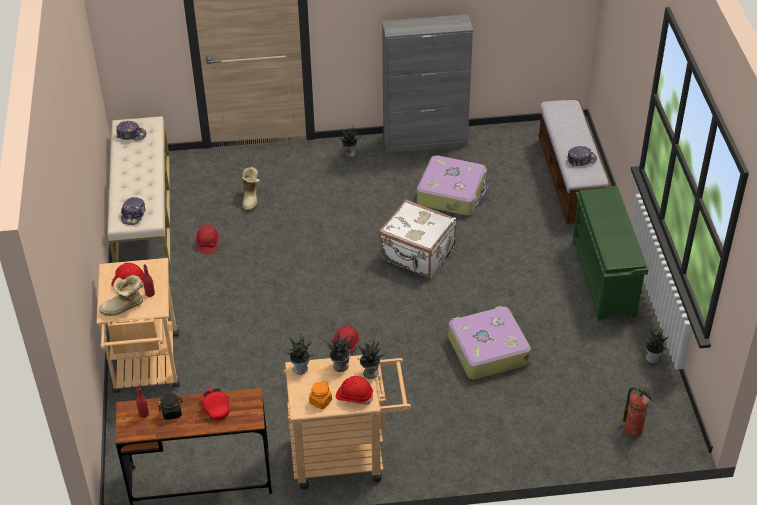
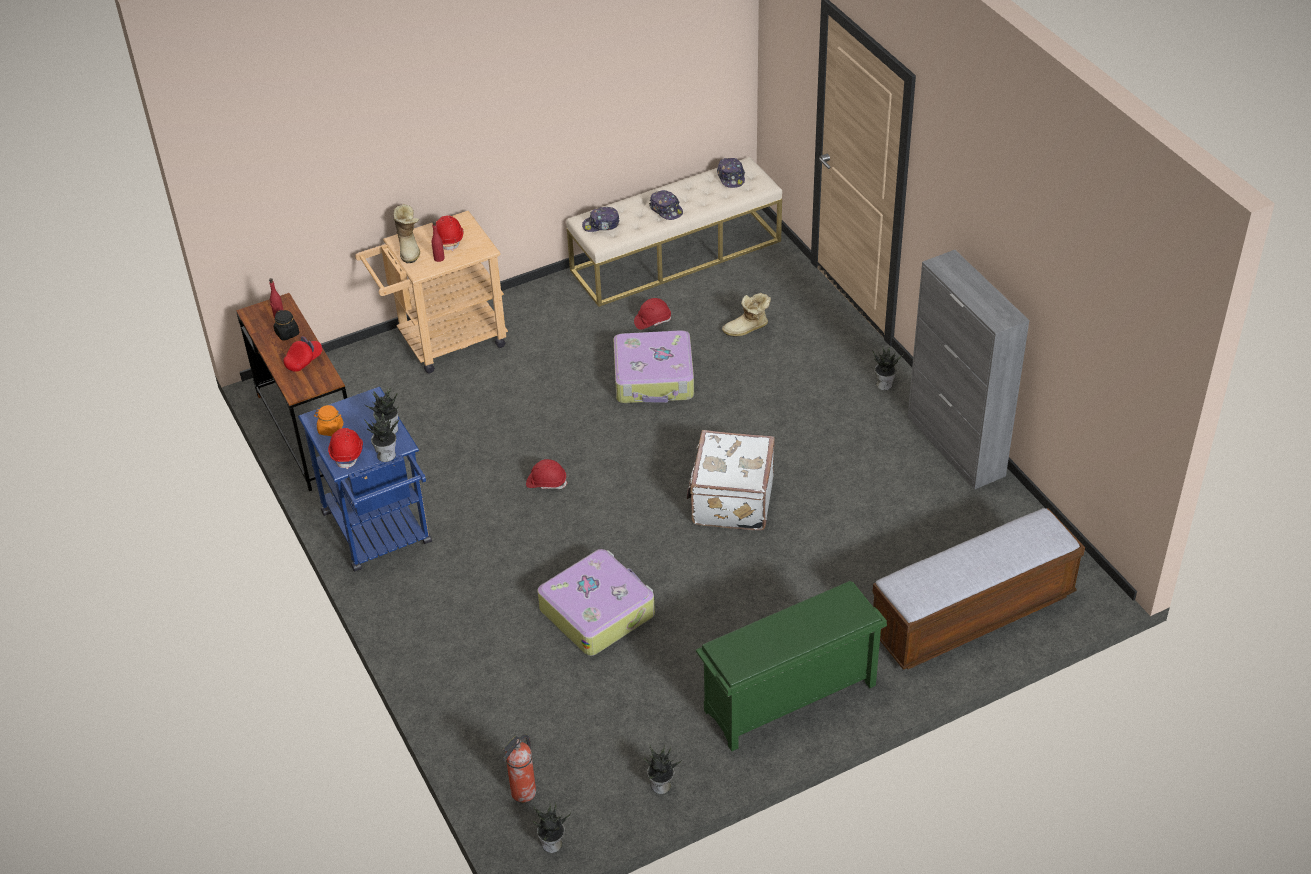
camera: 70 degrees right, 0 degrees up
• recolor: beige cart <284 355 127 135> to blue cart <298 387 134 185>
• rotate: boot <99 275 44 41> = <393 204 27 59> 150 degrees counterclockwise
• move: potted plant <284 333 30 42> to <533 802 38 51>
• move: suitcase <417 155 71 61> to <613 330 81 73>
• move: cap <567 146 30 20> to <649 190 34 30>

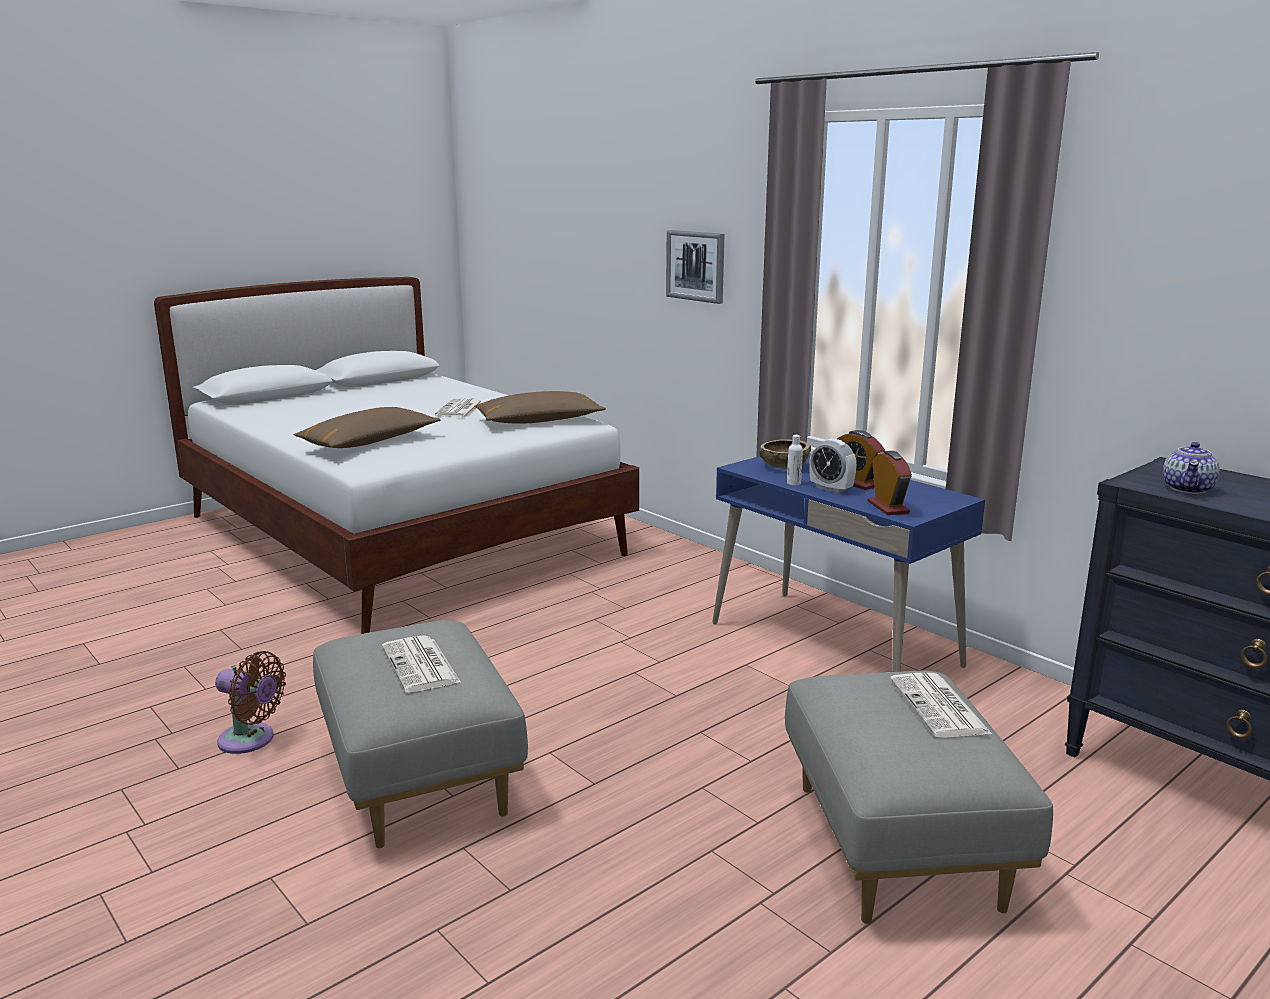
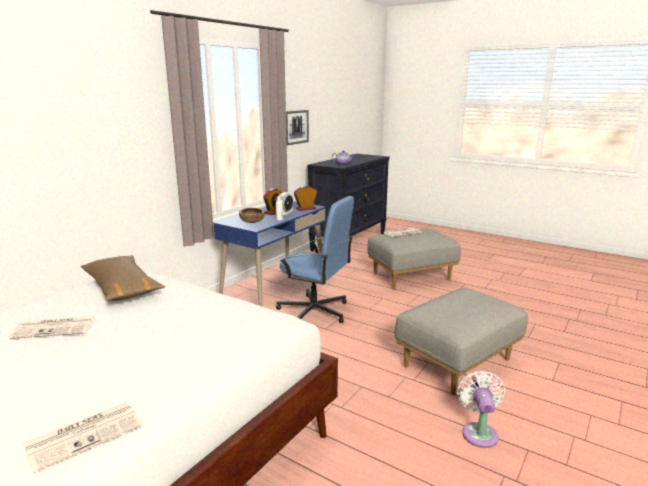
camera: 105 degrees left, 0 degrees up
• move: newspaper <382 635 79 57> to <23 402 120 71>
• insert: blue office chair <276 196 78 127>
• move: picture <666 230 58 74> to <286 110 23 35>
• recolor: brown fan <215 651 71 103> to white fan <457 370 49 78>
• delete: brown pillow <294 407 146 41>

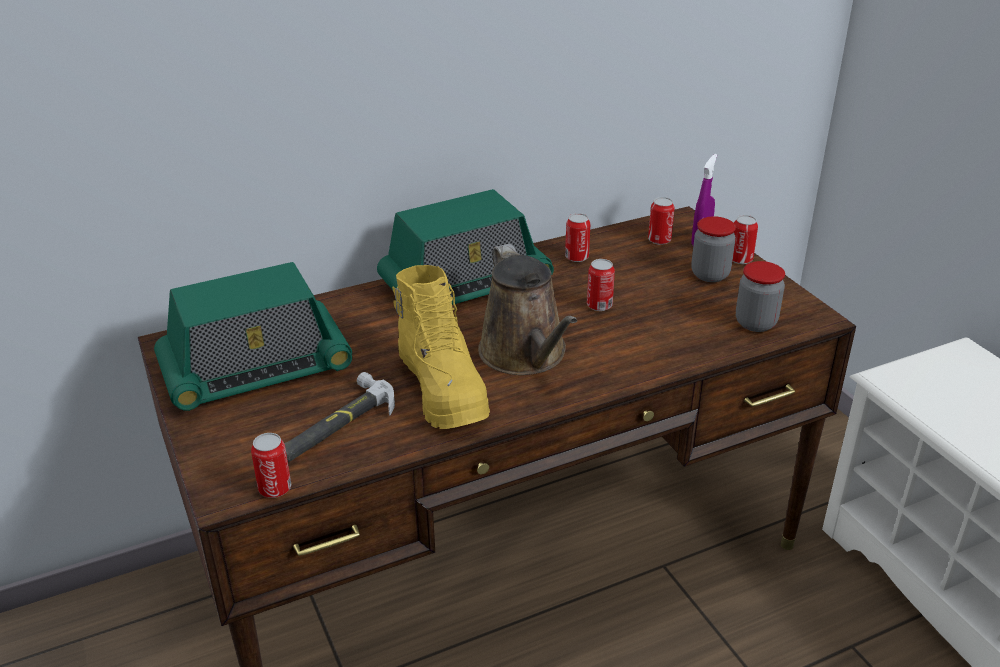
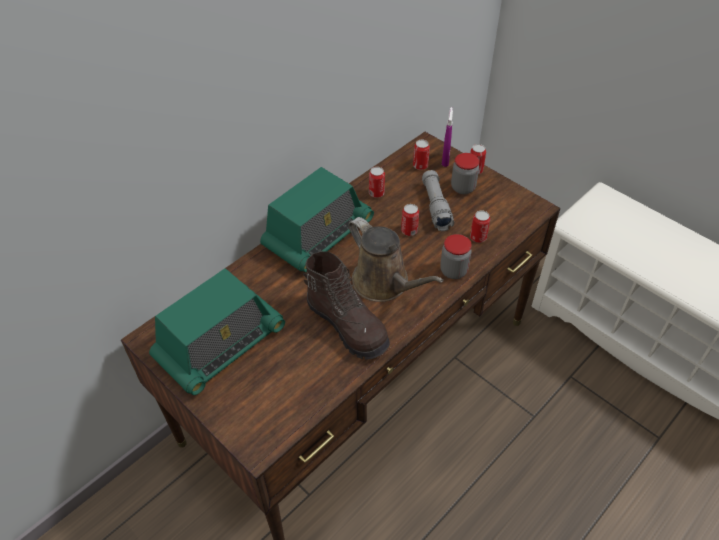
camera: 20 degrees left, 15 degrees up
• recolor: yellow boot <392 265 98 164> to brown boot <303 251 87 109>
• insert: grey flashlight <422 170 32 61>
• move: jar <736 261 49 71> to <440 234 32 45>
• move: can <251 433 40 65> to <470 210 20 33>
• delete: hammer <284 372 111 90>

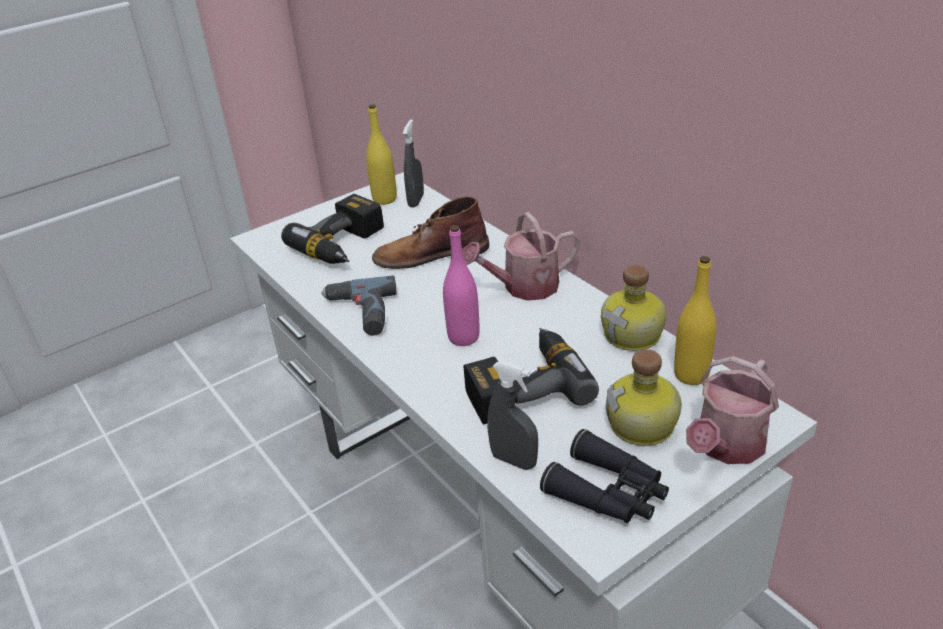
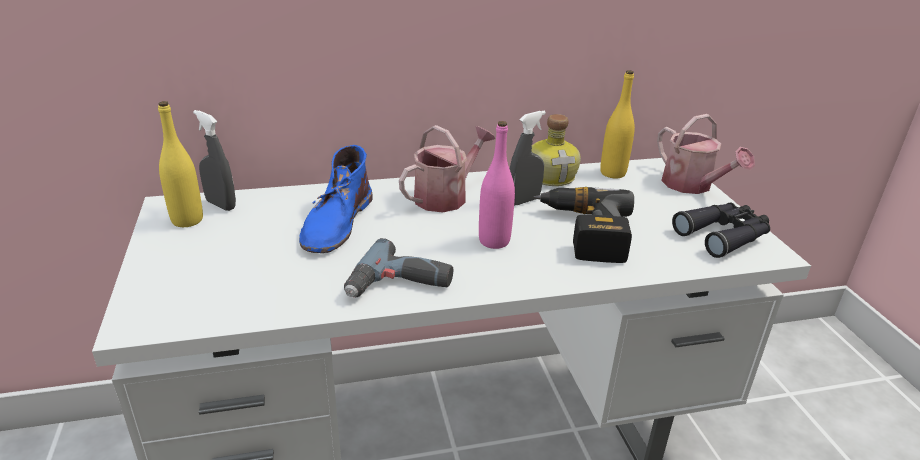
camera: 70 degrees left, 5 degrees down
• recolor: brown boot <372 196 117 73> to blue boot <299 145 74 108>
• rotate: watering can <462 212 118 89> = <399 125 96 87> 135 degrees counterclockwise
• move: grey spray bottle <487 361 51 109> to <510 111 36 94>
• delete: power drill <281 194 103 70>
• delete: bottle <606 349 76 97>

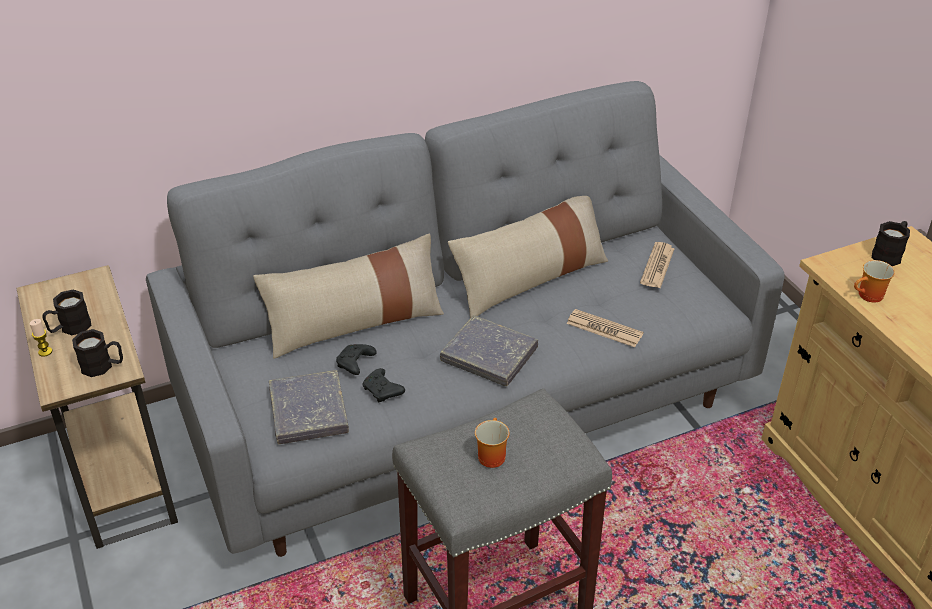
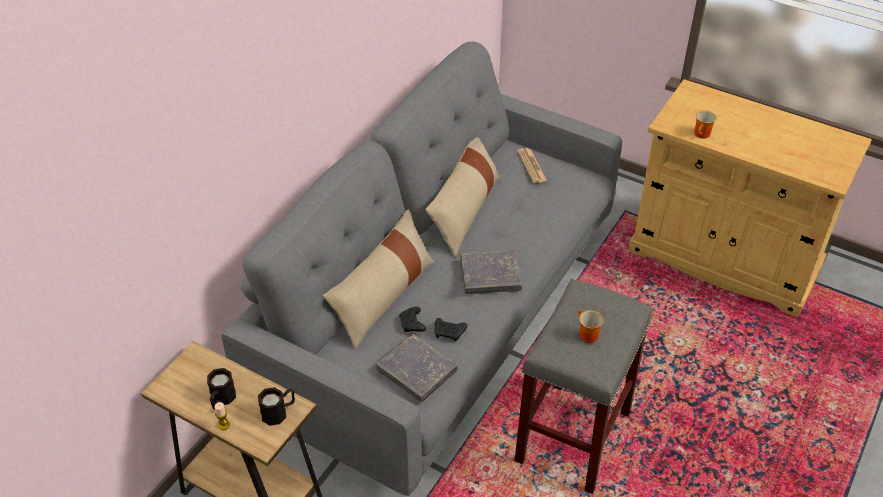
camera: 35 degrees left, 5 degrees up
• delete: newspaper <567 309 76 38>
• delete: black mug <872 221 38 45>

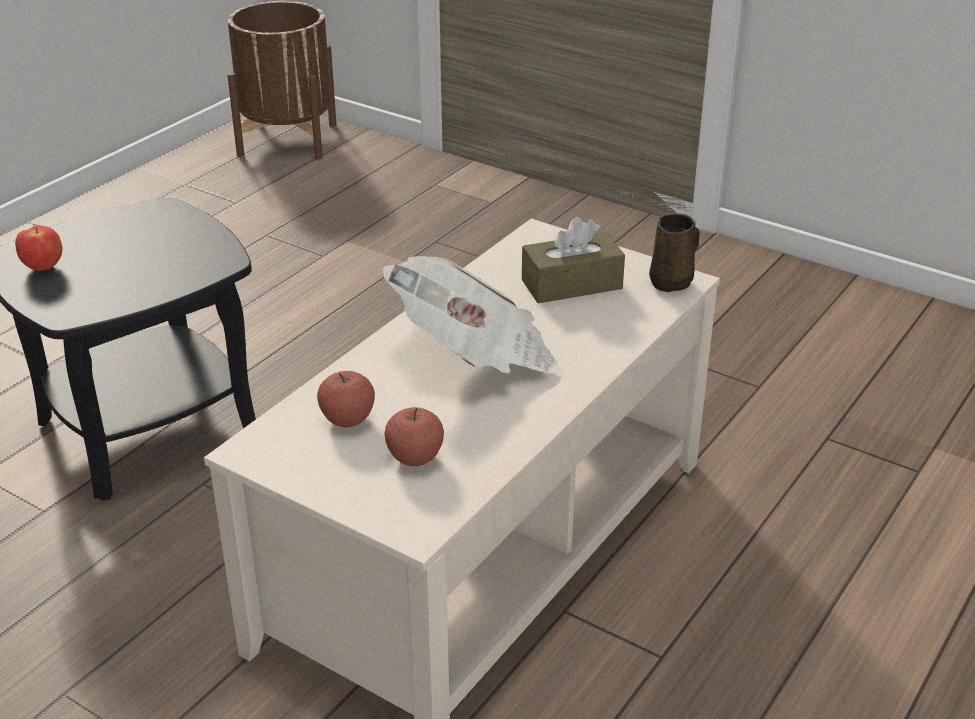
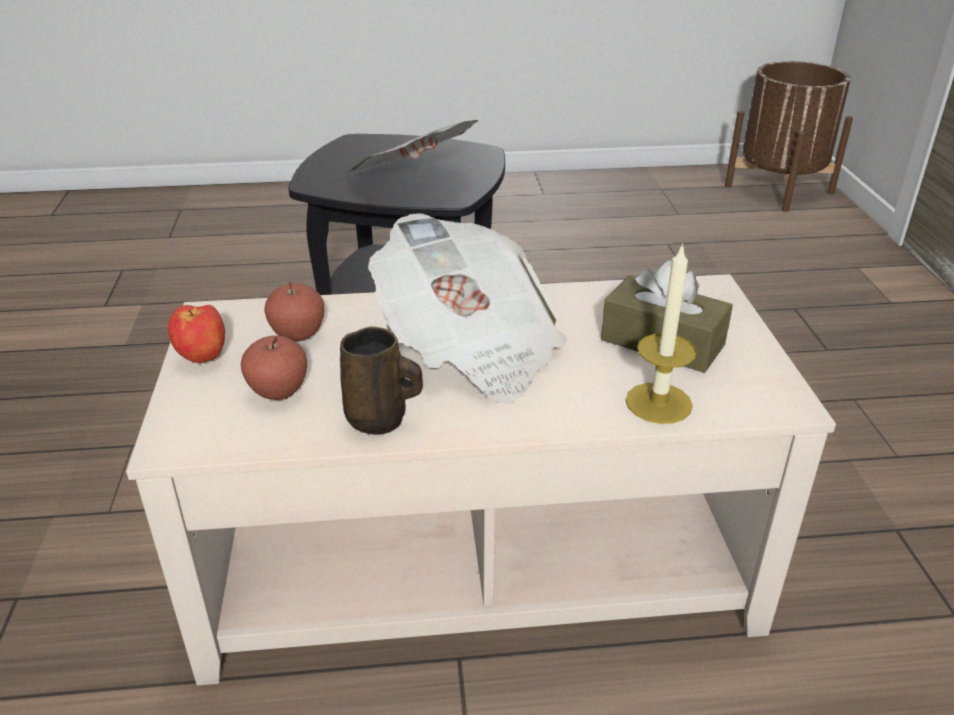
camera: 50 degrees right, 0 degrees up
• move: apple <15 225 47 46> to <168 305 57 58>
• move: brown mug <649 213 51 79> to <340 326 83 109>
• insert: newspaper <346 120 132 53>
• insert: candle <626 243 71 181>

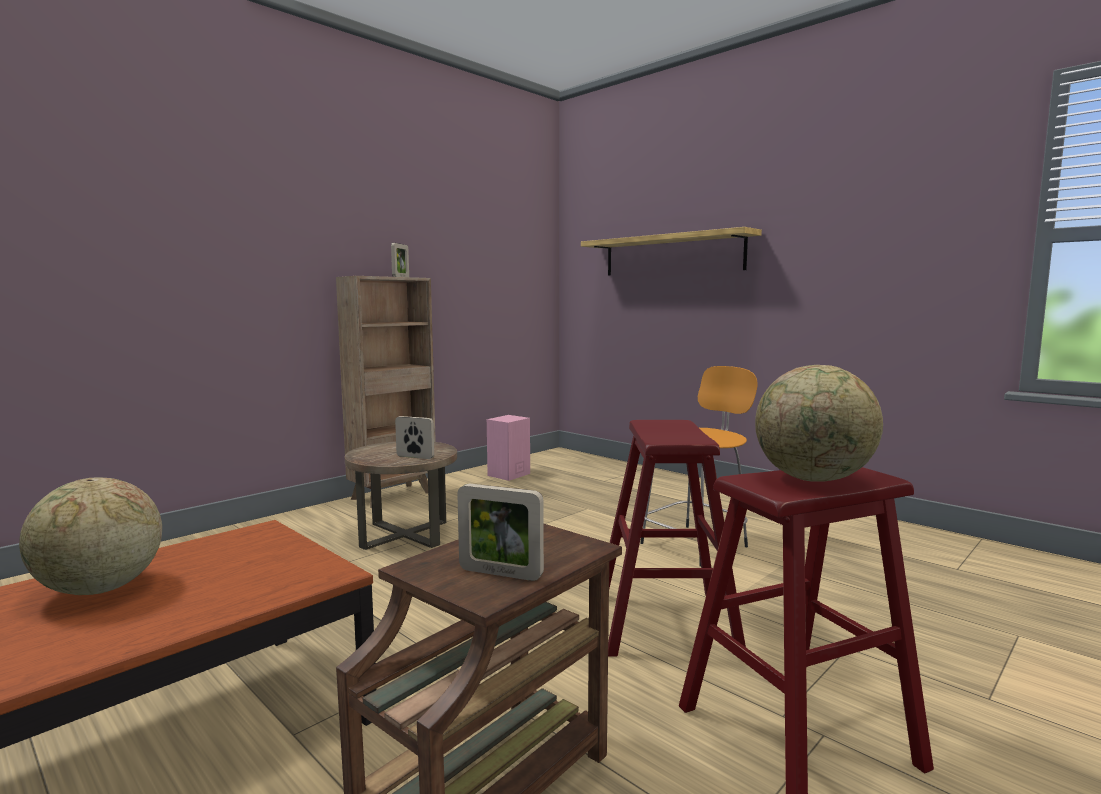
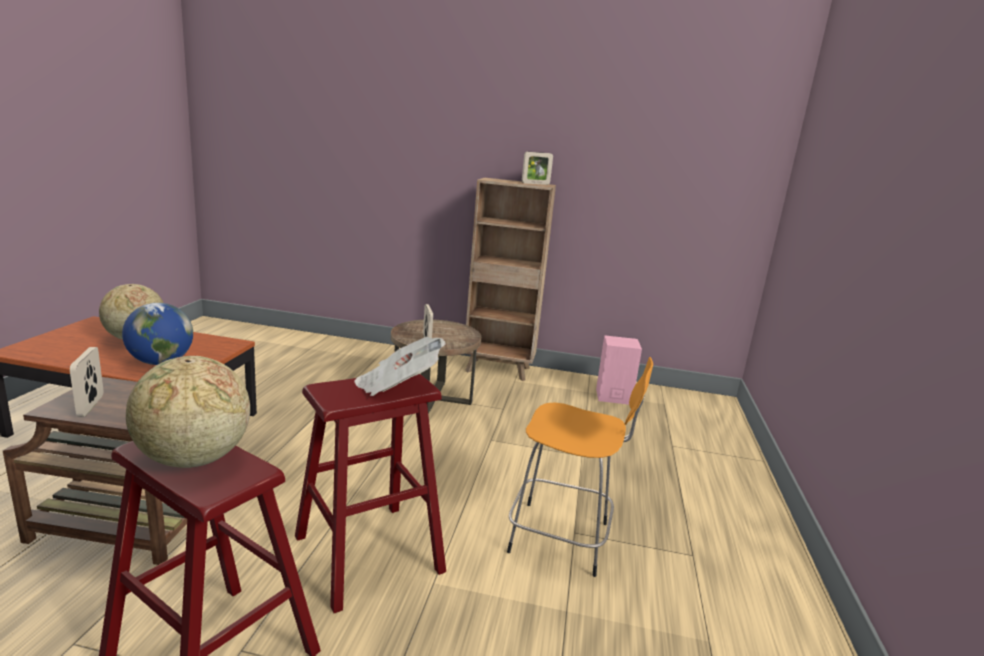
camera: 55 degrees right, 10 degrees up
• insert: globe <122 303 71 62>
• insert: newspaper <354 337 92 59>
• delete: shelf <581 227 181 48>

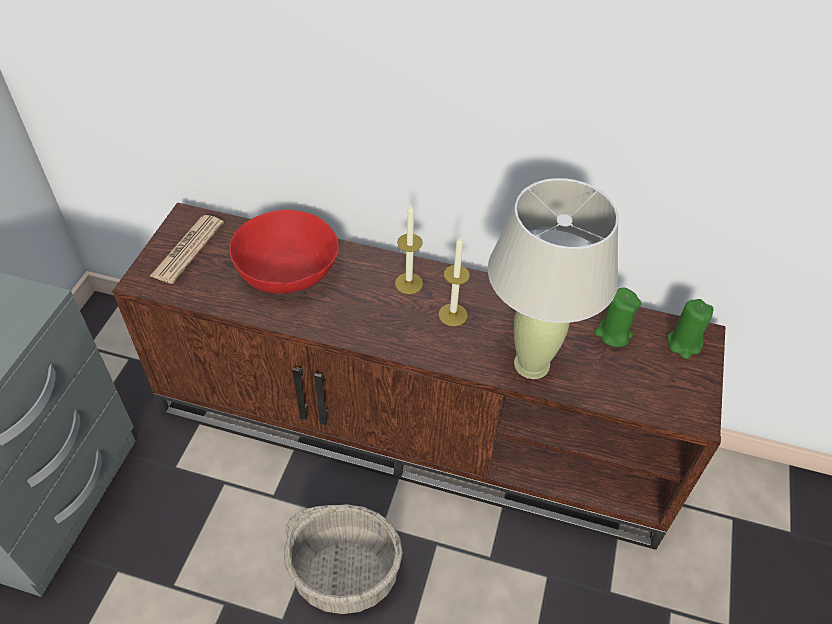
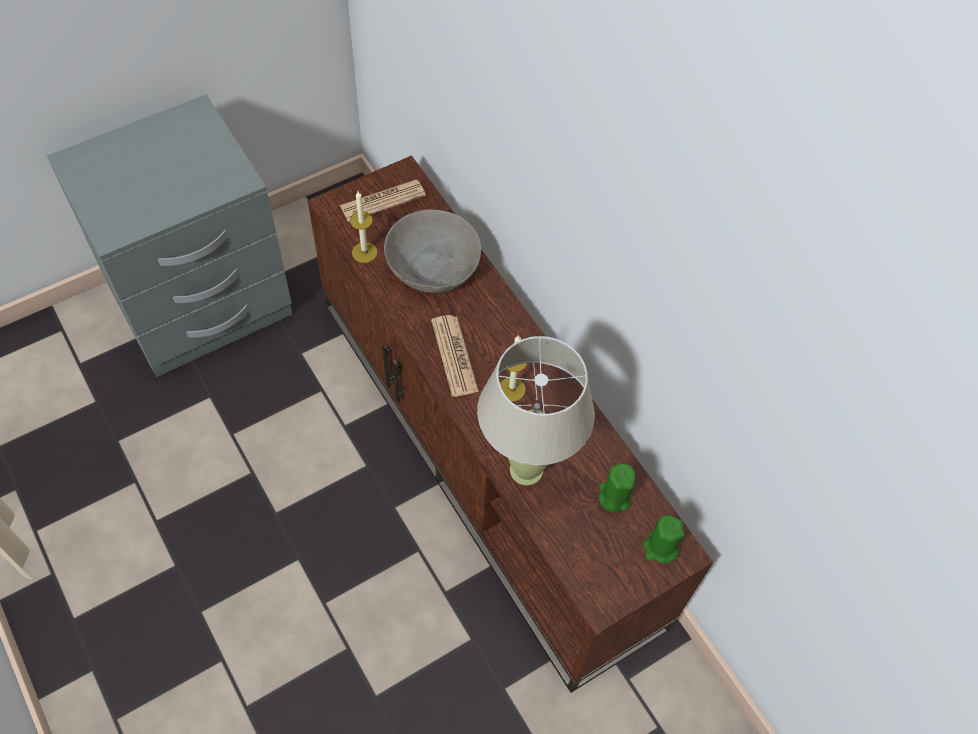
camera: 40 degrees right, 10 degrees up
• move: candle <395 205 28 89> to <350 191 27 72>
• recolor: red bowl <229 210 110 83> to grey bowl <384 209 97 84>
• insert: newspaper <431 315 48 82>
• delete: basket <284 504 119 110>

